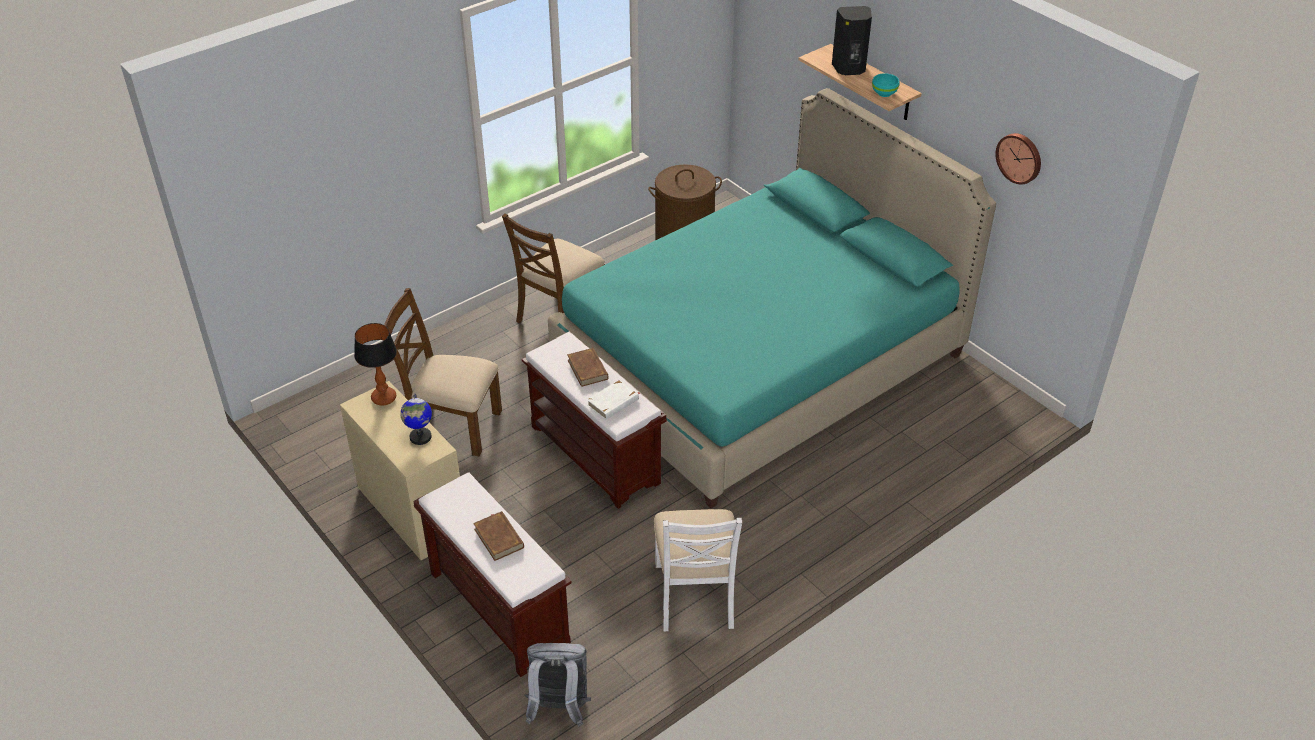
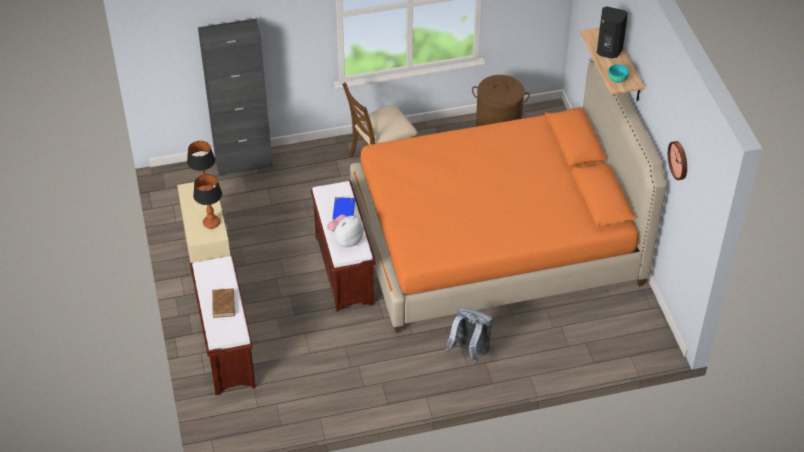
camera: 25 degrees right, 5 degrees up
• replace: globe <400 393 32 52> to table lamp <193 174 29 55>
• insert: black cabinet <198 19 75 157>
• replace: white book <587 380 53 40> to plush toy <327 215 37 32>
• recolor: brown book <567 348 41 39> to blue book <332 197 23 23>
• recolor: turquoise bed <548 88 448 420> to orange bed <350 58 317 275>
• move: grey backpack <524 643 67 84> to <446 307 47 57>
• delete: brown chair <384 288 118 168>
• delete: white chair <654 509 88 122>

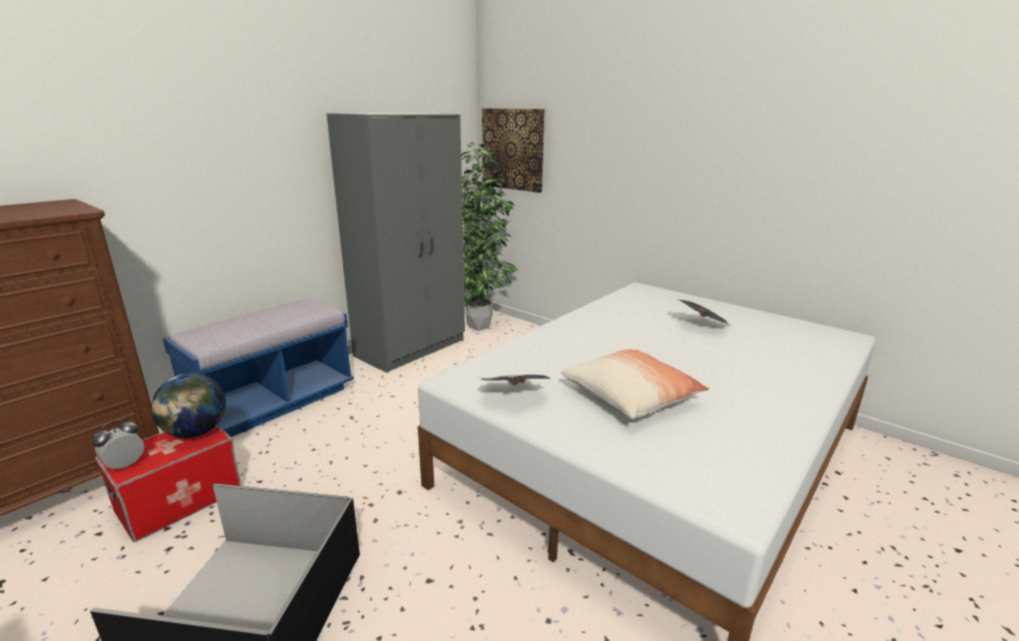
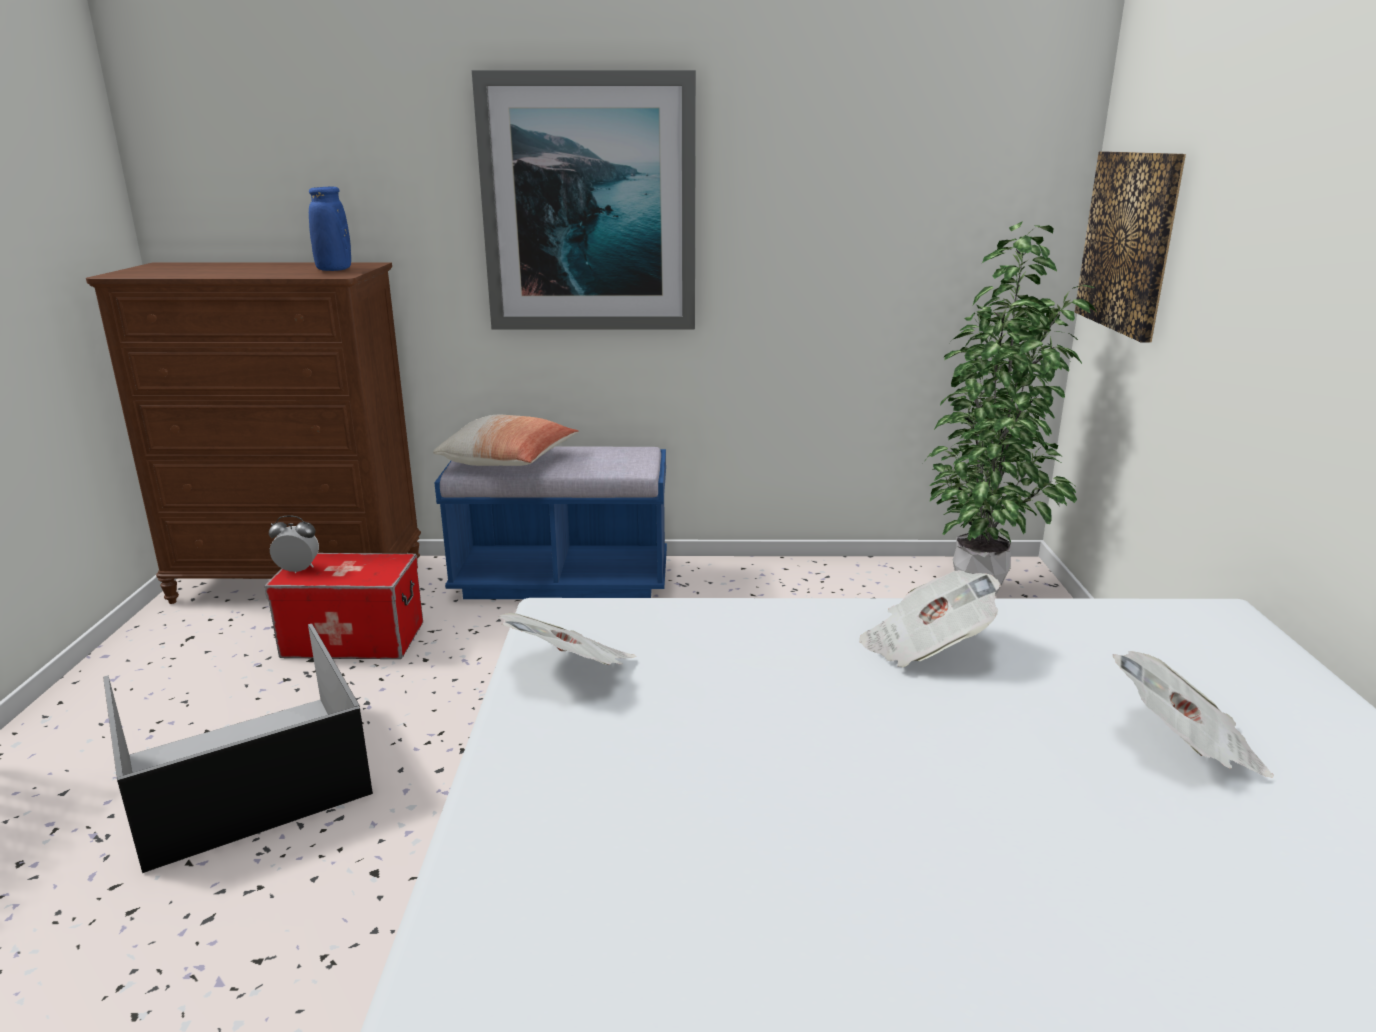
camera: 50 degrees right, 0 degrees up
• insert: blue vase <309 186 42 85>
• move: pillow <561 350 148 69> to <433 415 146 51>
• insert: picture <472 70 224 260>
• insert: newspaper <859 570 142 98>
• delete: globe <151 373 75 65>
• delete: grey wardrobe <327 113 138 260>

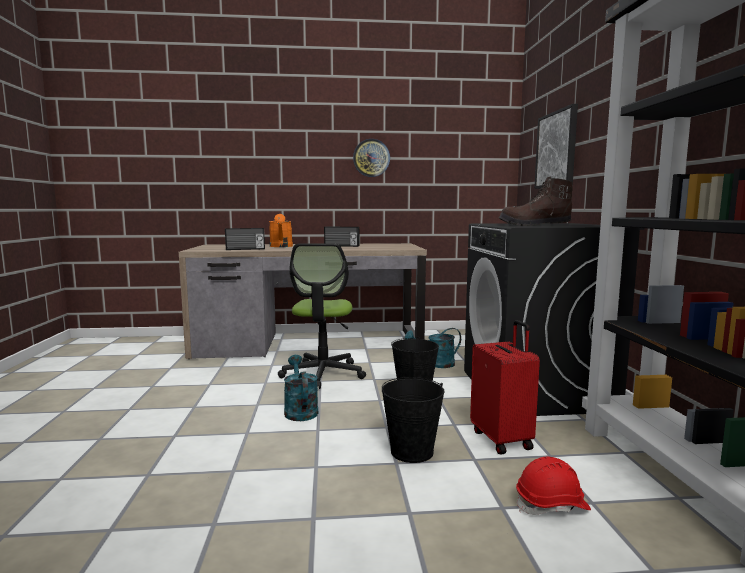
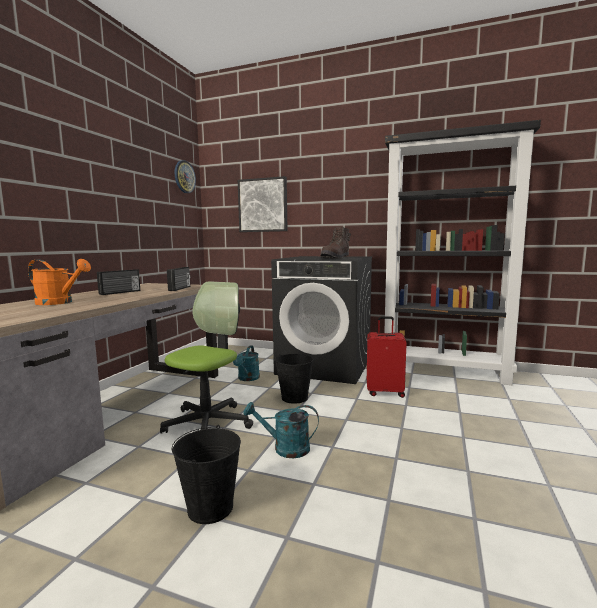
camera: 65 degrees left, 0 degrees up
• rotate: office chair <278 243 88 146> = <160 281 93 153> 90 degrees counterclockwise
• move: radio <225 228 40 22> to <167 267 23 24>
• move: black bucket <382 377 63 86> to <172 425 69 99>
• move: wall clock <353 139 37 38> to <175 160 21 33>
• delete: red hard hat <516 457 75 58>

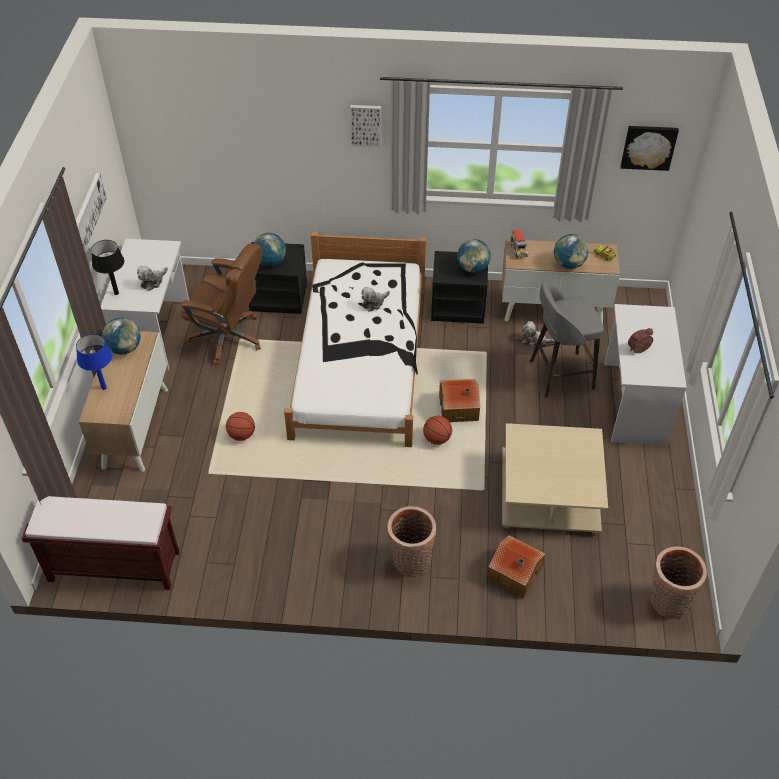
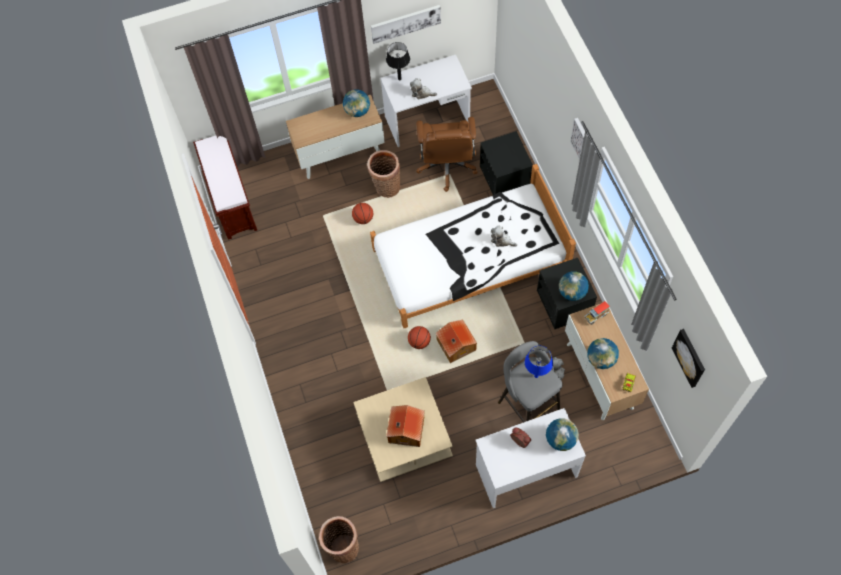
camera: 70 degrees right, 15 degrees up
• move: basket <387 506 49 70> to <367 150 33 48>
• move: toy house <487 535 58 63> to <386 405 39 42>
• move: blue table lamp <76 334 36 56> to <525 346 28 32>
• move: globe <254 233 32 33> to <546 418 33 33>

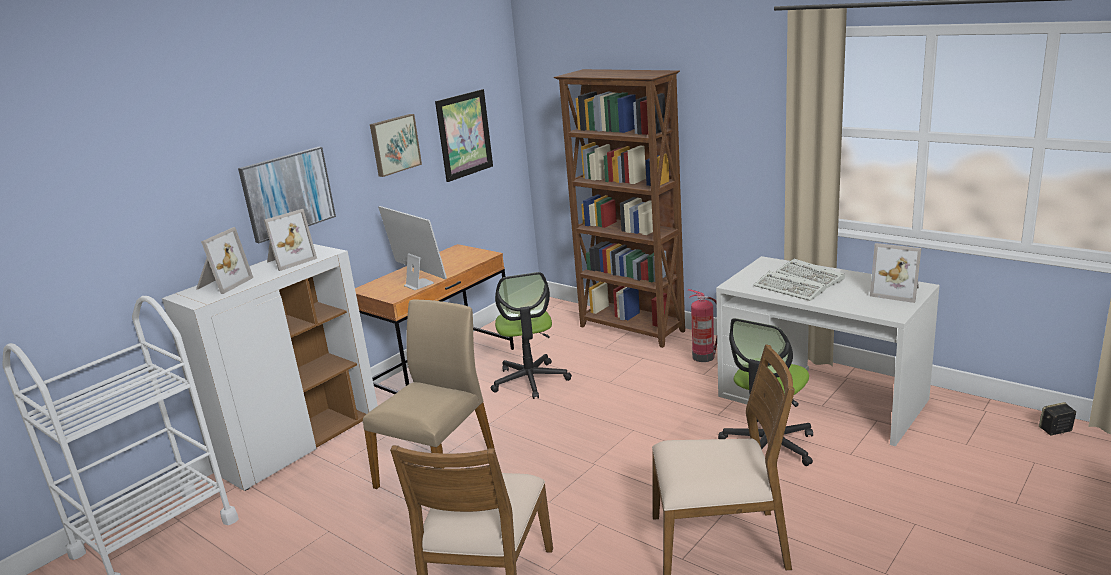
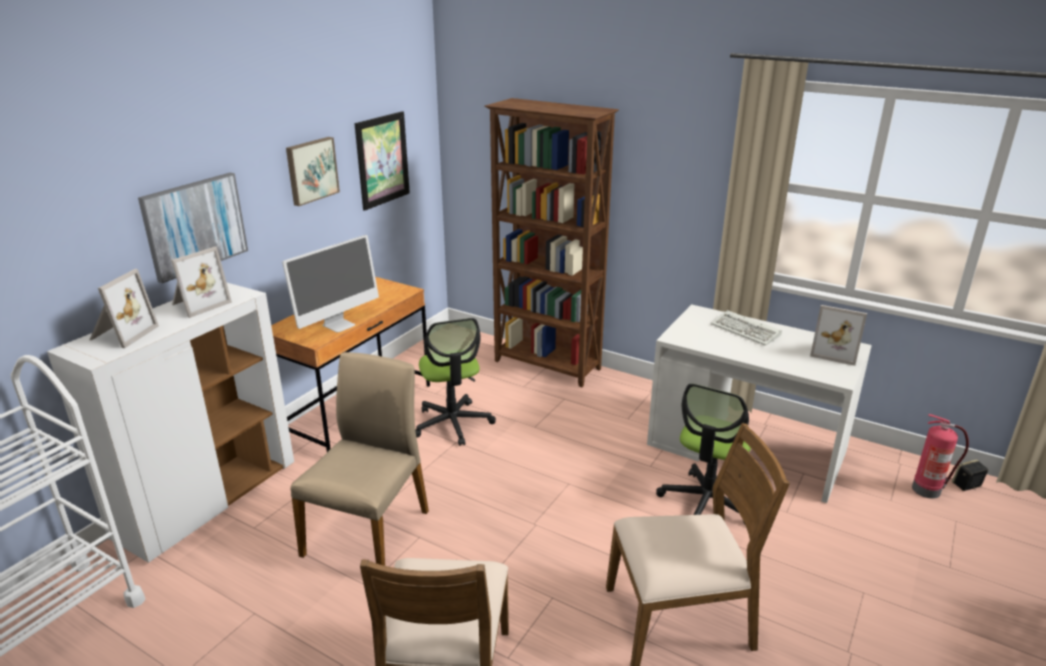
camera: 10 degrees left, 5 degrees up
• rotate: monitor <378 206 69 84> = <282 235 97 97> 90 degrees clockwise
• move: fire extinguisher <687 289 30 73> to <912 414 57 85>
• delete: keyboard <754 271 72 30>

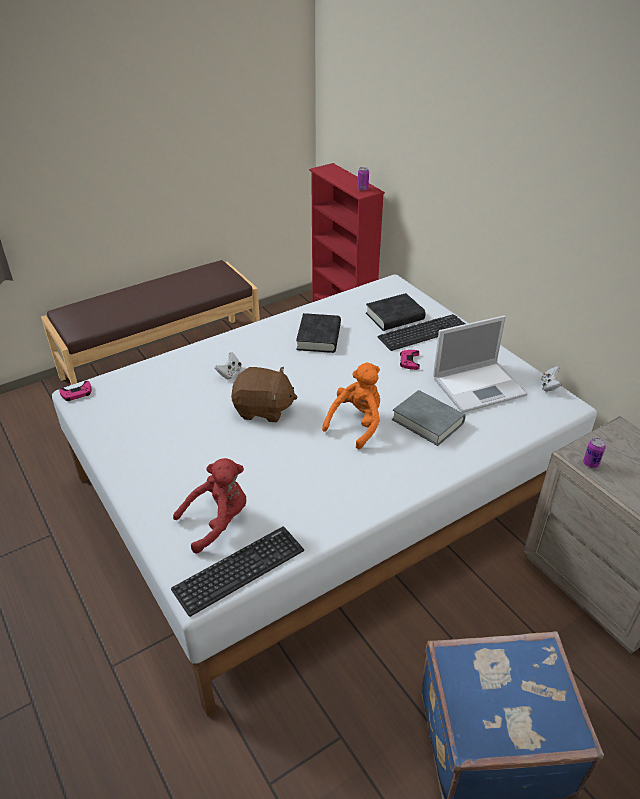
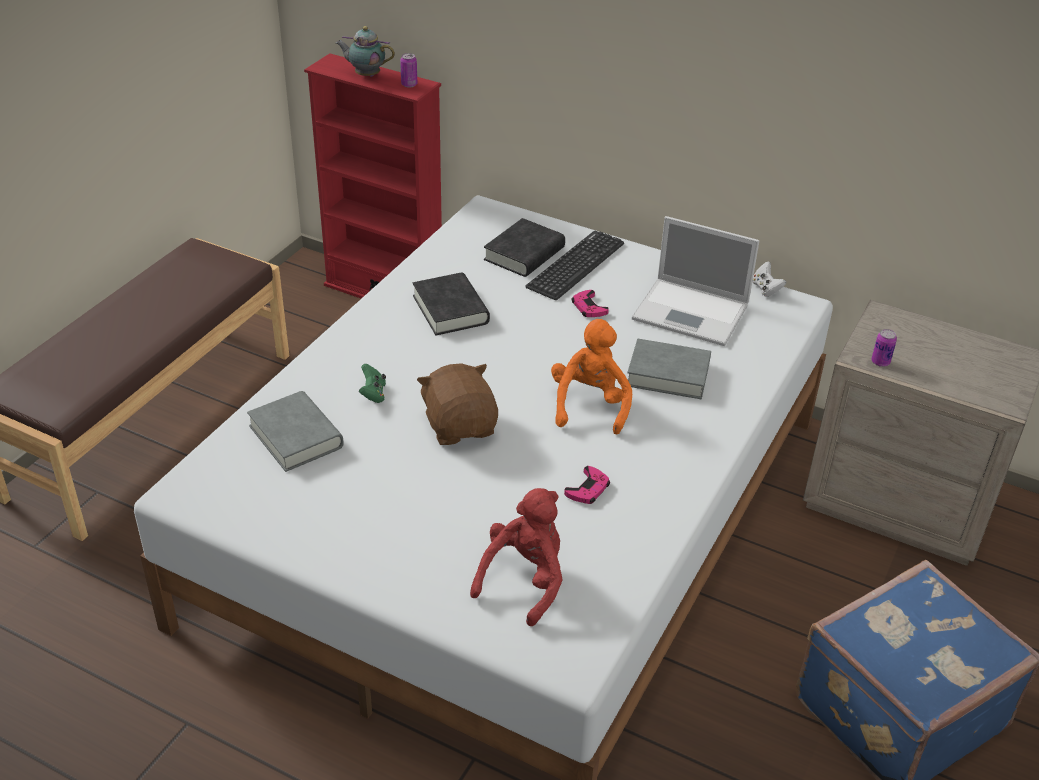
camera: 30 degrees left, 0 degrees up
• insert: grey book <247 391 97 81>
• insert: teapot <336 26 59 51>
• recolor: white game controller <215 352 26 27> to green game controller <359 364 27 39>
• rotate: brown plush toy <231 367 67 55> = <417 363 81 82> 90 degrees counterclockwise
• move: pink game controller <59 381 32 20> to <564 466 46 38>
• rotate: laptop <433 316 95 97> = <632 216 127 130> 75 degrees clockwise
• delete: keyboard <171 526 133 91>

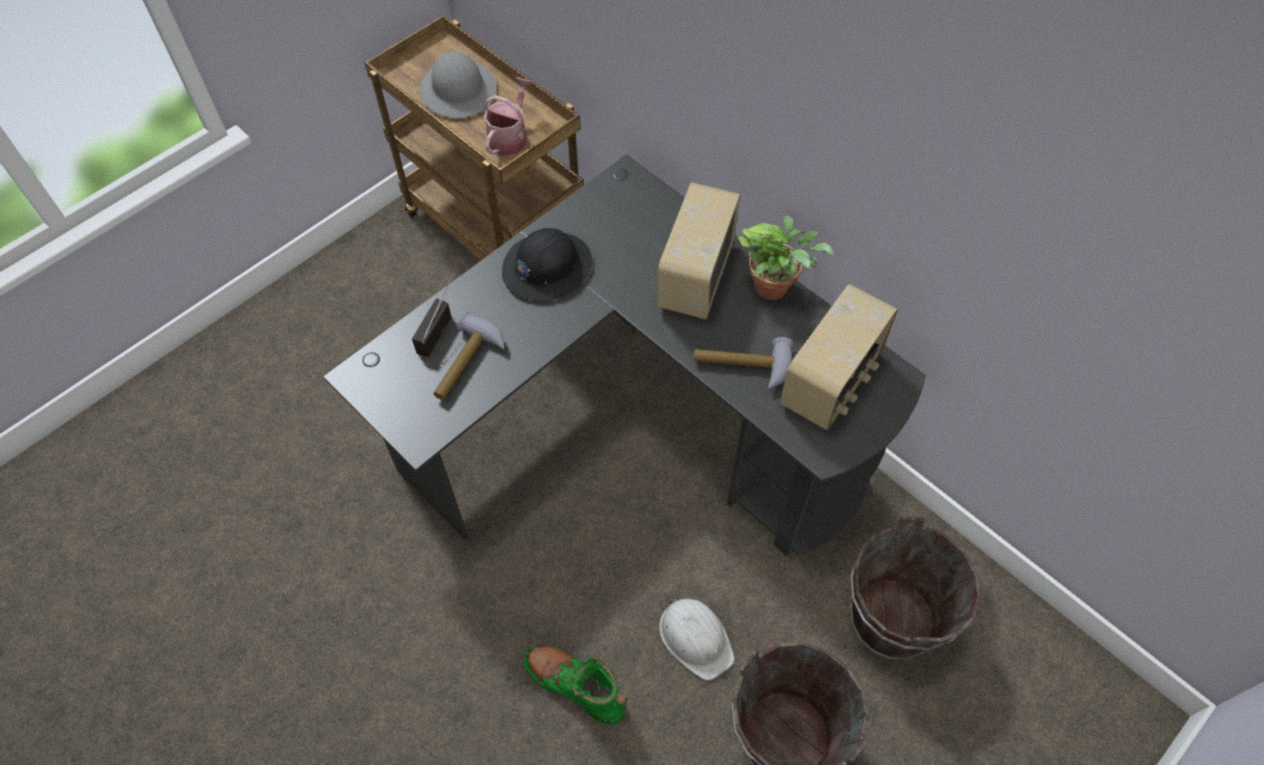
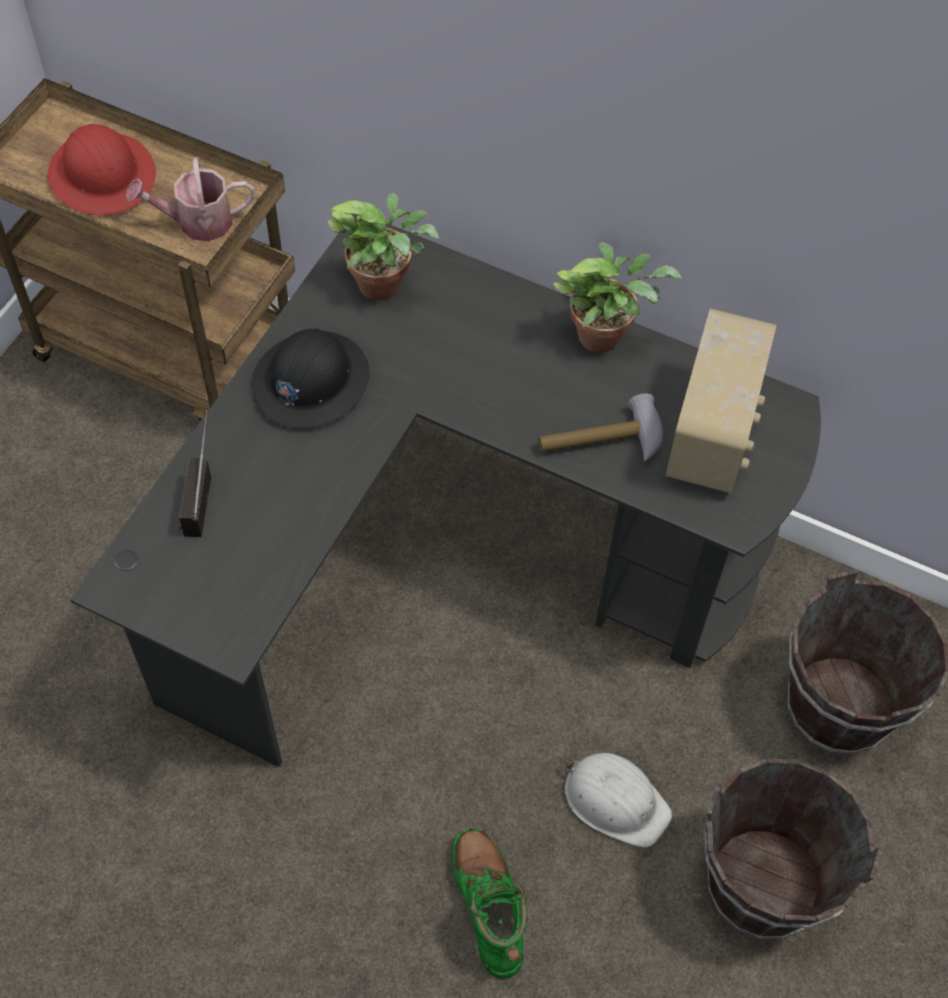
camera: 20 degrees left, 0 degrees up
• recolor: grey hard hat <420 51 77 67> to red hard hat <47 124 109 91>
• rotate: watering can <483 77 49 79> = <126 157 128 84> 105 degrees counterclockwise
• insert: potted plant <328 193 111 108>
• rotate: green boot <523 645 105 80> = <451 828 77 151> 60 degrees clockwise
• delete: hammer <433 311 71 89>
• delete: radio <657 182 84 138>

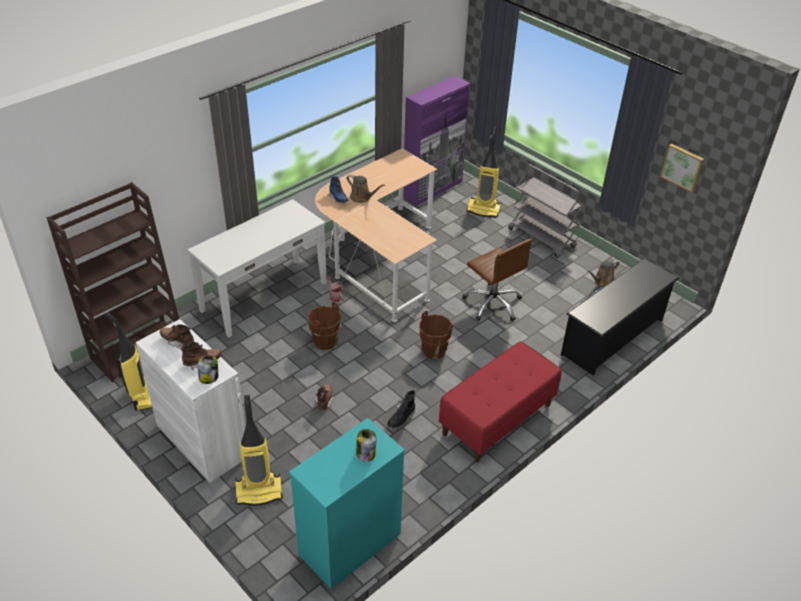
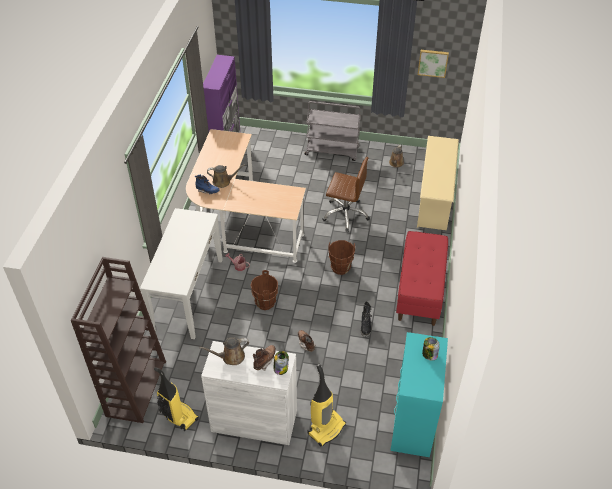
camera: 35 degrees left, 5 degrees up
• replace: brown boot <160 324 34 24> to brown watering can <199 337 50 28>
• recolor: black shoe rack <561 258 118 118> to beige shoe rack <417 136 42 94>
• delete: vacuum cleaner <466 127 35 91>

